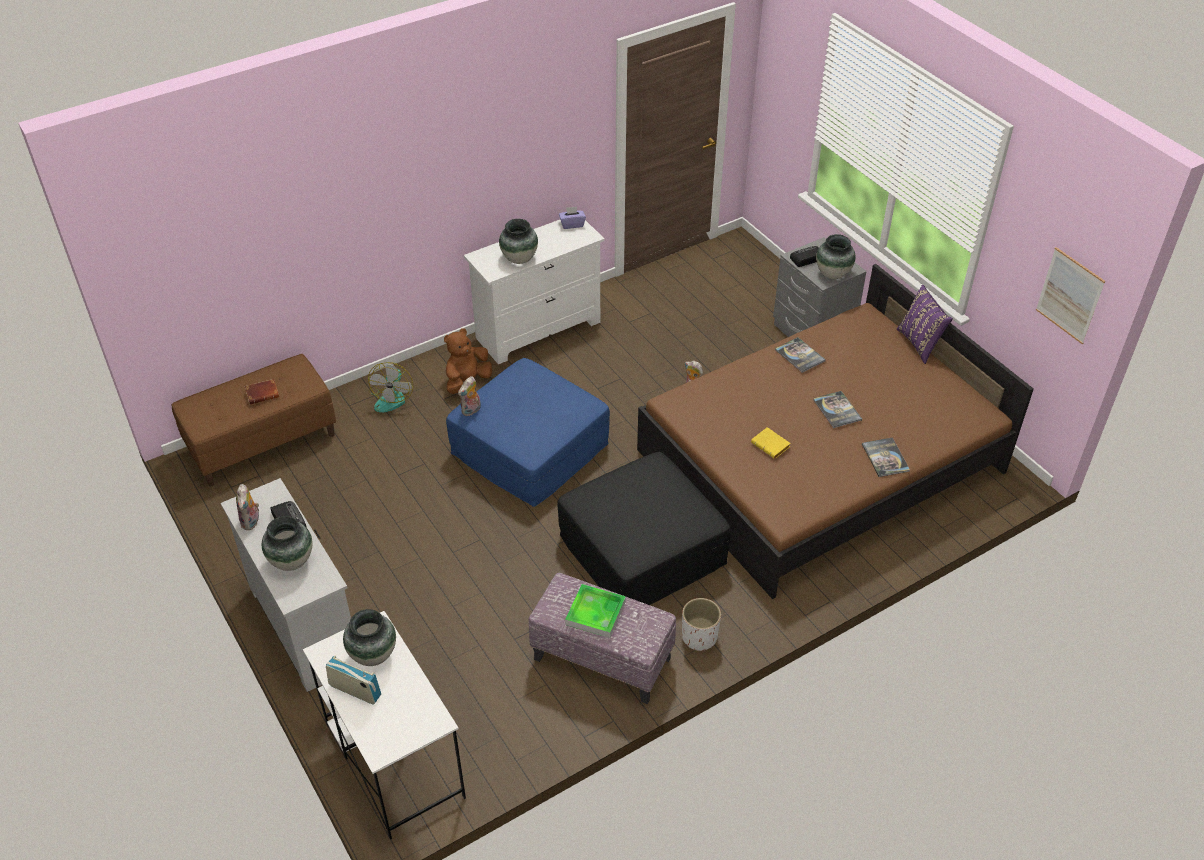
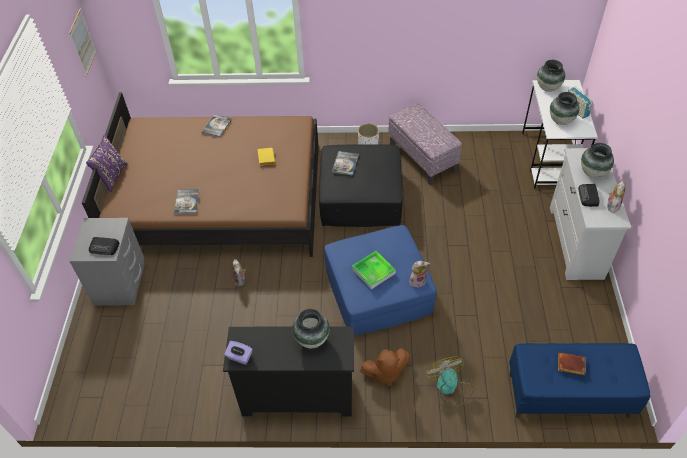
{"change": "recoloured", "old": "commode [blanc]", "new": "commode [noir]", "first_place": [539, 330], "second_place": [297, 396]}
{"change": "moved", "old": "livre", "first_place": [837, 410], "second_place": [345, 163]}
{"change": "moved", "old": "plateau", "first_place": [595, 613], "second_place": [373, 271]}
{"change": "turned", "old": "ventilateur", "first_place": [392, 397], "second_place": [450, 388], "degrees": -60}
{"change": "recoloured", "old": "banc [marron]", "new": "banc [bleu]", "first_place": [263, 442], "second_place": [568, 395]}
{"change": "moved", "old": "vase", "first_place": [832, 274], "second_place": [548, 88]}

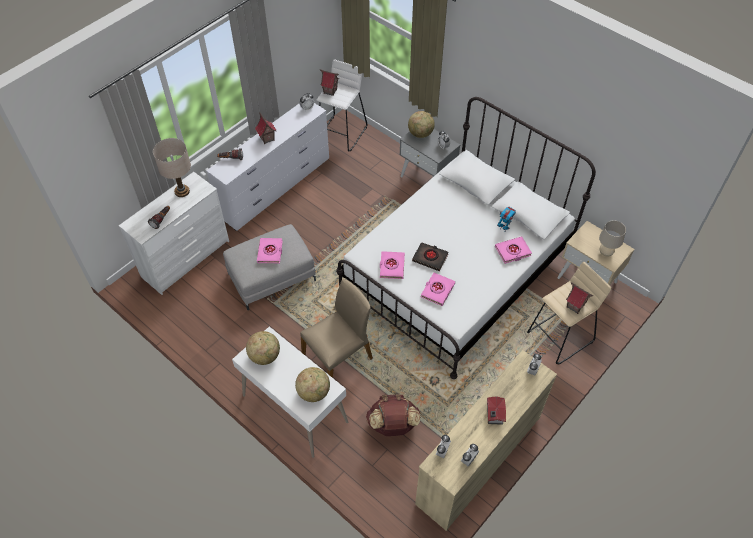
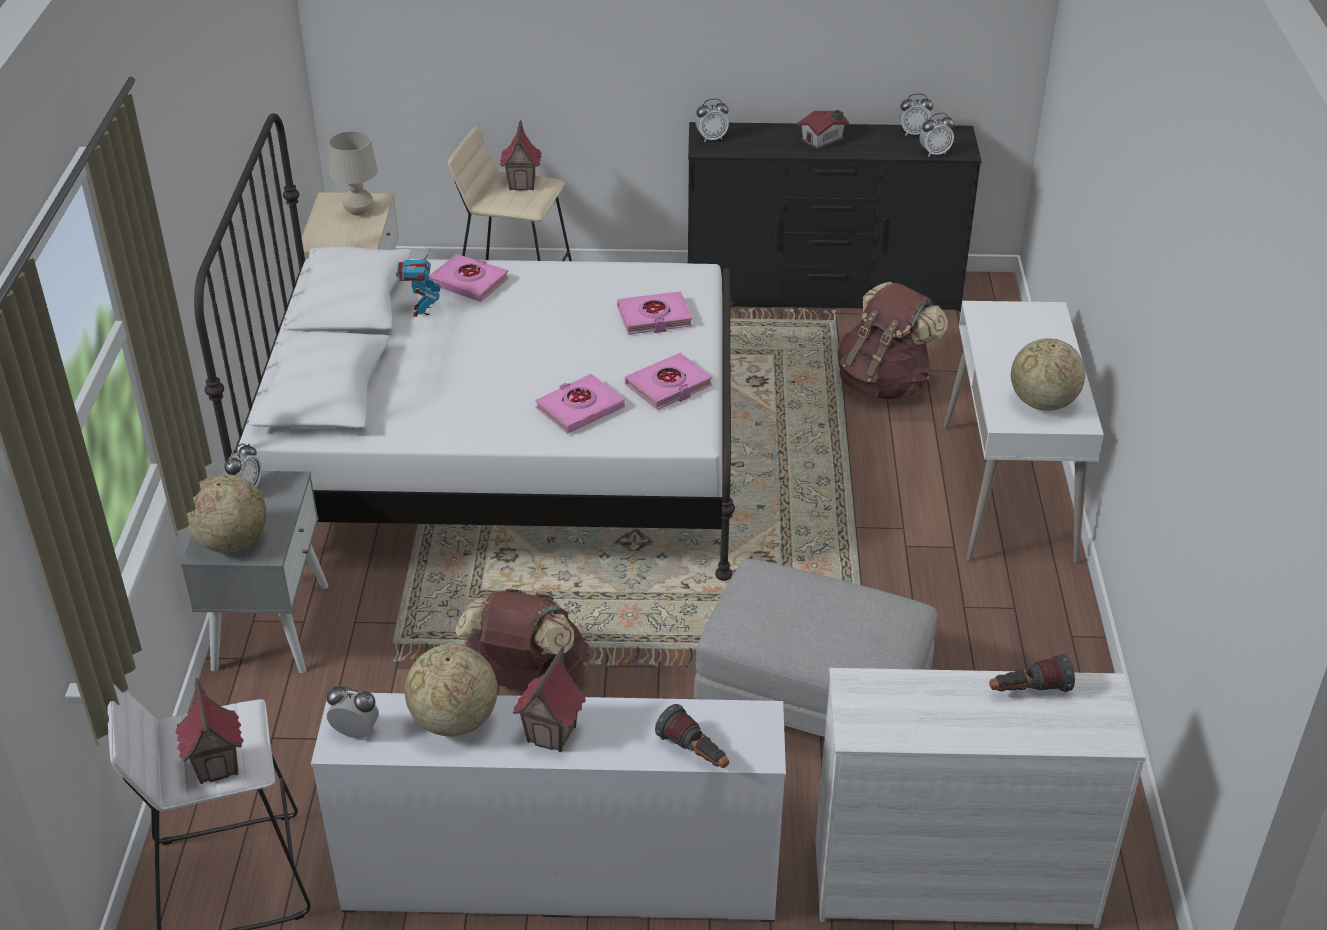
{"change": "moved", "old": "globe", "first_place": [314, 392], "second_place": [454, 721]}
{"change": "added", "new": "sac à dos [marron]", "second_place": [527, 679]}
{"change": "moved", "old": "livre [rose]", "first_place": [270, 252], "second_place": [580, 408]}
{"change": "recoloured", "old": "commode [beige]", "new": "commode [noir]", "first_place": [478, 460], "second_place": [823, 292]}
{"change": "removed", "old": "lampe de table [beige]", "first_place": [182, 191]}
{"change": "removed", "old": "chaise [beige]", "first_place": [338, 357]}
{"change": "removed", "old": "livre [noir]", "first_place": [430, 258]}

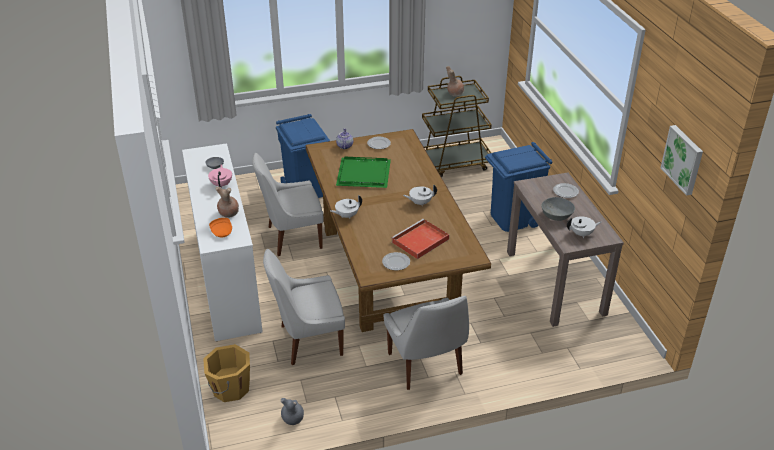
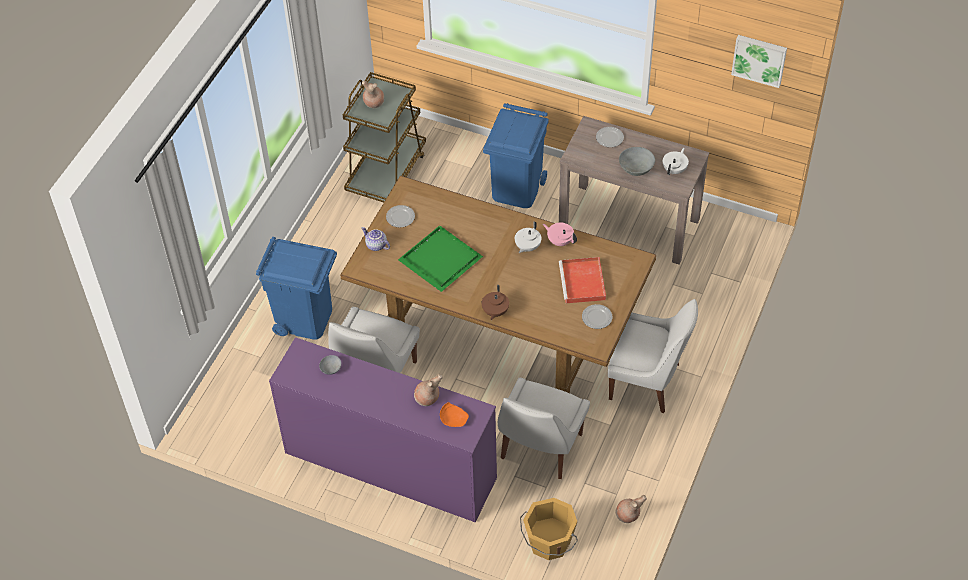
{"change": "recoloured", "old": "commode [blanc]", "new": "commode [violet]", "first_place": [227, 279], "second_place": [389, 465]}
{"change": "recoloured", "old": "théière [blanc]", "new": "théière [marron]", "first_place": [346, 215], "second_place": [495, 312]}
{"change": "moved", "old": "théière [rose]", "first_place": [221, 184], "second_place": [560, 241]}
{"change": "recoloured", "old": "vase [gris]", "new": "vase [marron]", "first_place": [292, 420], "second_place": [628, 516]}

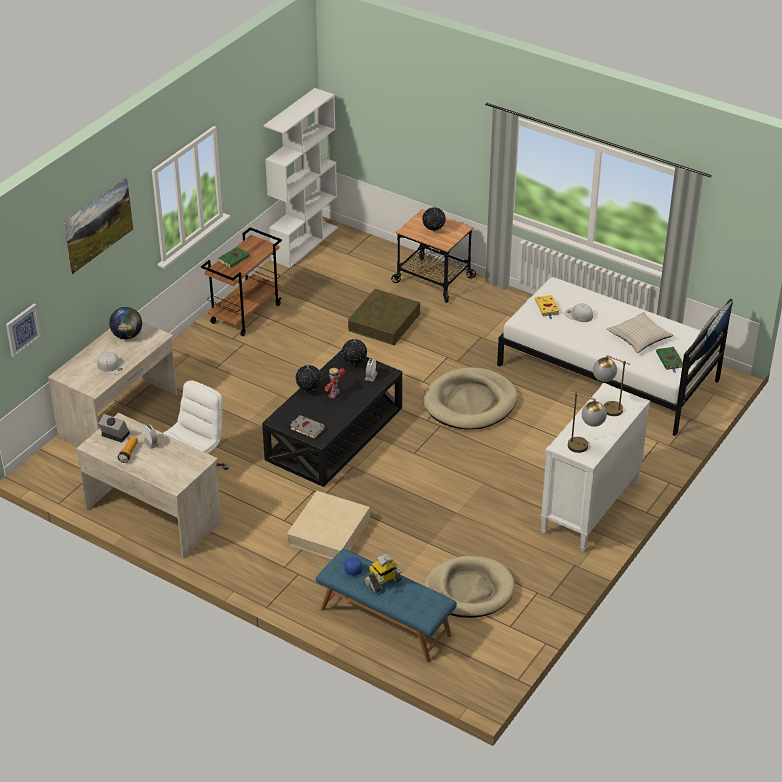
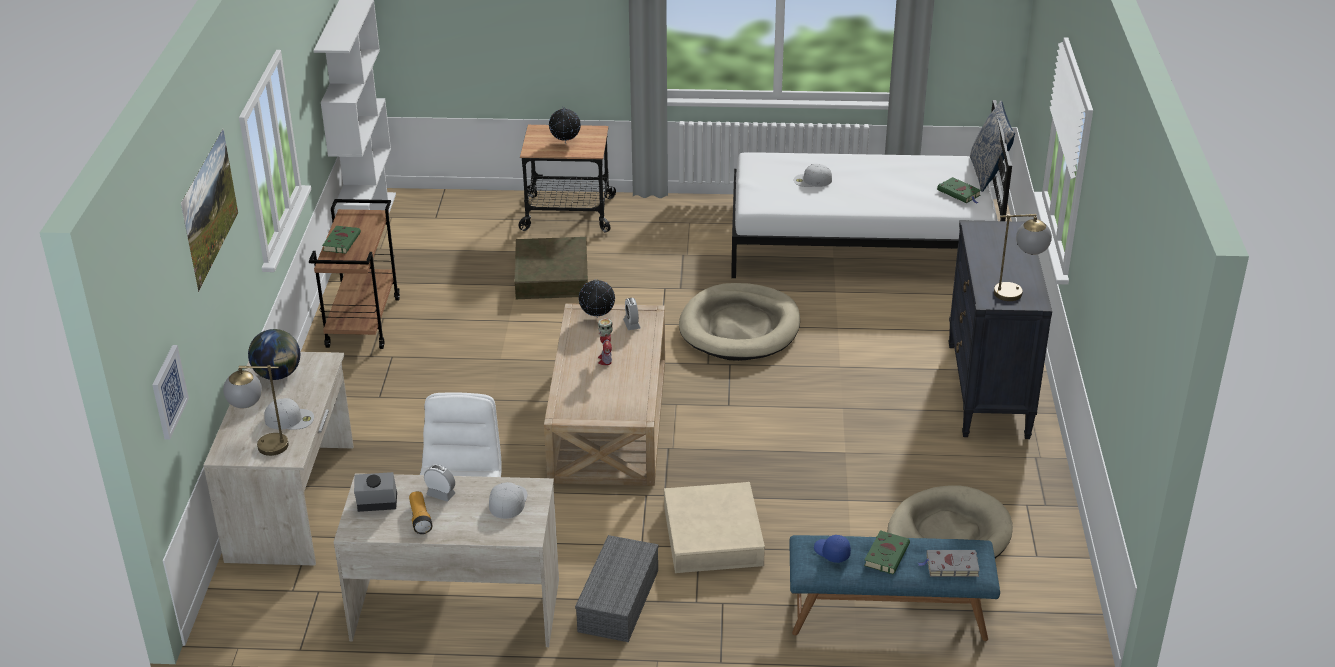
{"change": "moved", "old": "lampe de table", "first_place": [606, 407], "second_place": [261, 446]}
{"change": "added", "new": "casquette [blanc]", "second_place": [507, 501]}
{"change": "recoloured", "old": "table basse [noir]", "new": "table basse [beige]", "first_place": [335, 434], "second_place": [610, 419]}
{"change": "added", "new": "boîte de rangement [gris]", "second_place": [619, 602]}
{"change": "replaced", "old": "robot jouet", "new": "livre [vert]", "first_place": [383, 582], "second_place": [886, 554]}
{"change": "moved", "old": "livre [gris]", "first_place": [306, 428], "second_place": [950, 566]}
{"change": "recoloured", "old": "commode [blanc]", "new": "commode [noir]", "first_place": [590, 509], "second_place": [988, 391]}
{"change": "removed", "old": "globe", "first_place": [308, 390]}
{"change": "removed", "old": "livre [jaune]", "first_place": [547, 308]}
{"change": "removed", "old": "coussin [beige]", "first_place": [639, 338]}

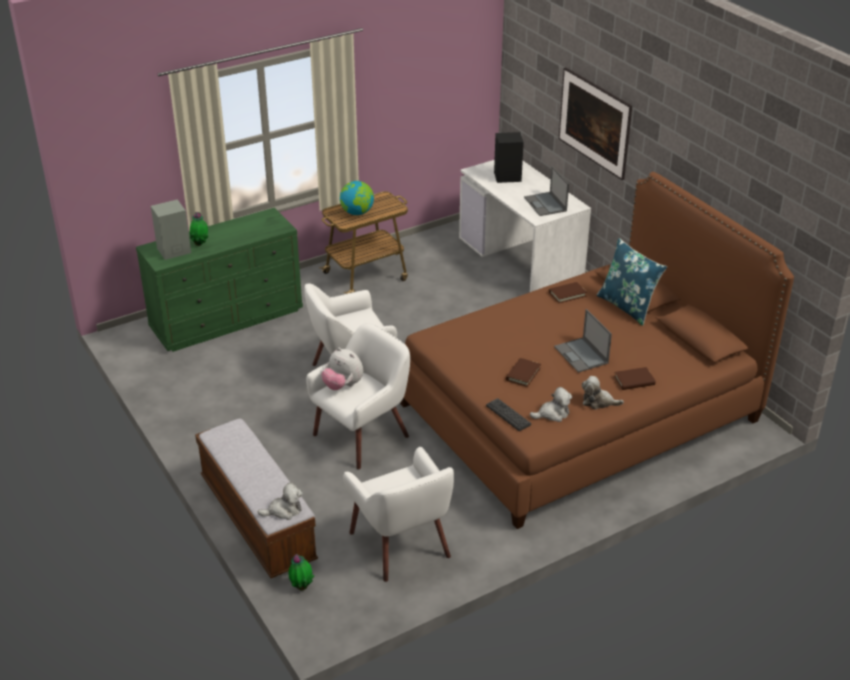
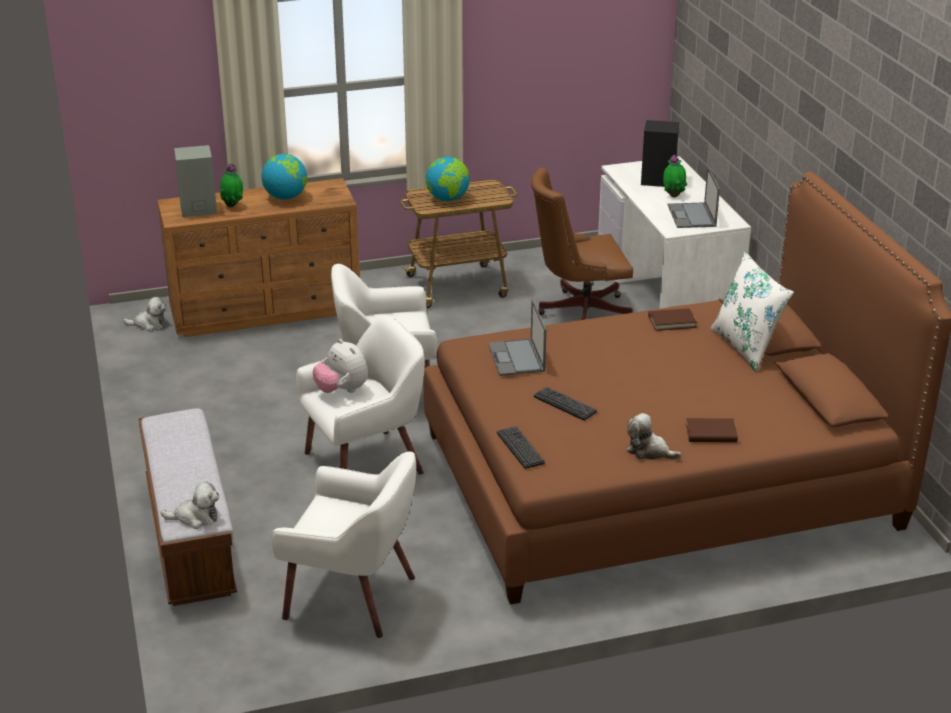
{"change": "moved", "old": "peluche", "first_place": [552, 414], "second_place": [149, 324]}
{"change": "recoloured", "old": "commode [vert]", "new": "commode [marron]", "first_place": [228, 319], "second_place": [267, 310]}
{"change": "added", "new": "globe", "second_place": [285, 197]}
{"change": "turned", "old": "fauteuil [blanc]", "first_place": [401, 545], "second_place": [352, 596], "degrees": -60}
{"change": "moved", "old": "ordinateur portable", "first_place": [581, 355], "second_place": [516, 358]}
{"change": "added", "new": "chaise de bureau [marron]", "second_place": [578, 312]}
{"change": "replaced", "old": "livre [marron]", "new": "clavier", "first_place": [523, 374], "second_place": [565, 404]}
{"change": "moved", "old": "plante en pot", "first_place": [301, 587], "second_place": [673, 195]}
{"change": "recoloured", "old": "coussin [bleu]", "new": "coussin [blanc]", "first_place": [627, 306], "second_place": [746, 346]}
{"change": "removed", "old": "tableau", "first_place": [593, 140]}

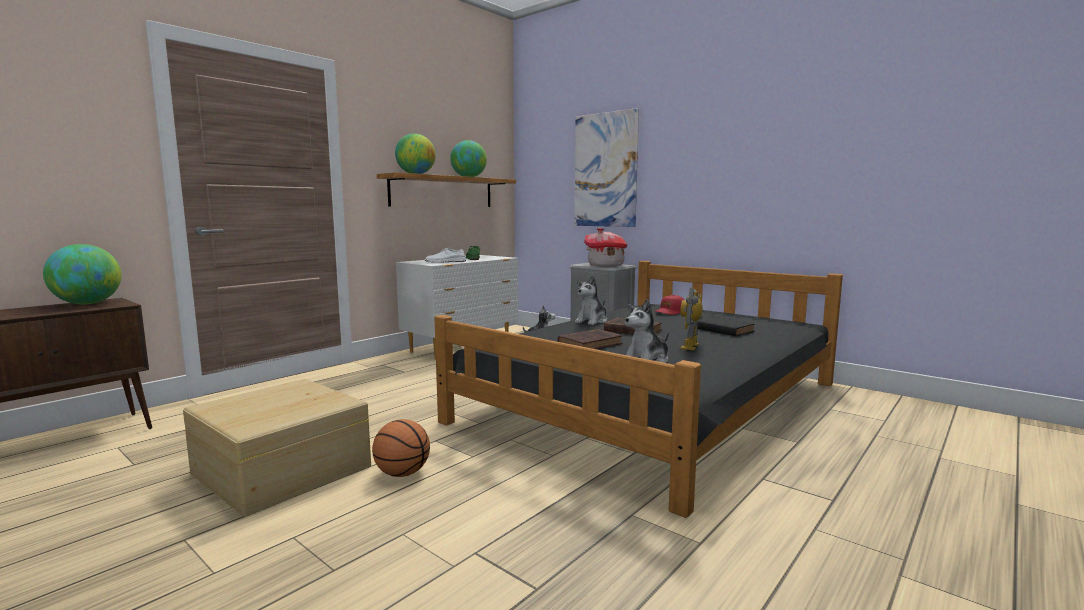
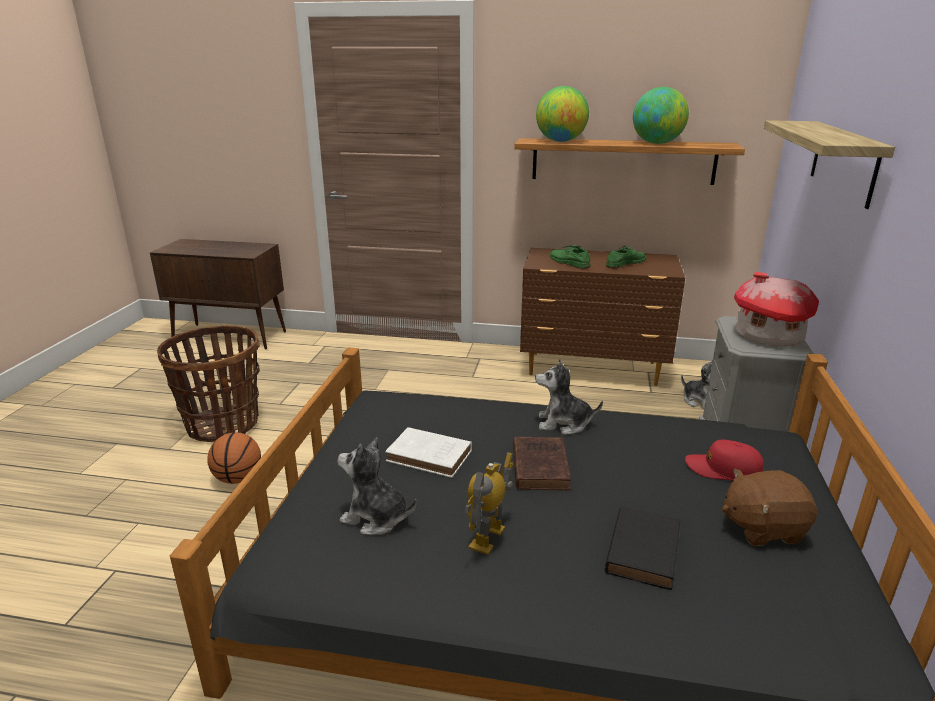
{"change": "replaced", "old": "boîte de rangement [beige]", "new": "panier", "first_place": [280, 469], "second_place": [223, 425]}
{"change": "recoloured", "old": "livre [marron]", "new": "livre [blanc]", "first_place": [591, 344], "second_place": [431, 456]}
{"change": "turned", "old": "robot jouet", "first_place": [690, 346], "second_place": [488, 538], "degrees": -60}
{"change": "recoloured", "old": "commode [blanc]", "new": "commode [marron]", "first_place": [462, 346], "second_place": [593, 369]}
{"change": "recoloured", "old": "chaussure [blanc]", "new": "chaussure [vert]", "first_place": [445, 261], "second_place": [568, 262]}
{"change": "added", "new": "peluche [marron]", "second_place": [762, 527]}
{"change": "replaced", "old": "tableau", "new": "étagère", "first_place": [605, 170], "second_place": [843, 161]}
{"change": "removed", "old": "globe", "first_place": [87, 304]}

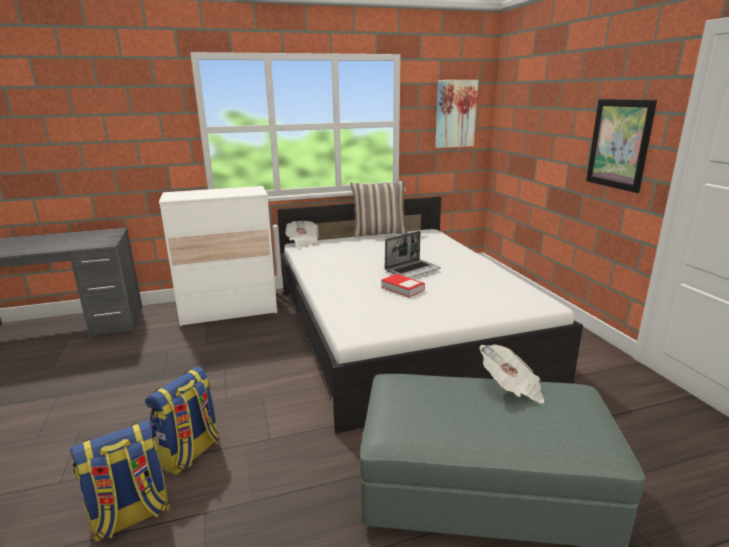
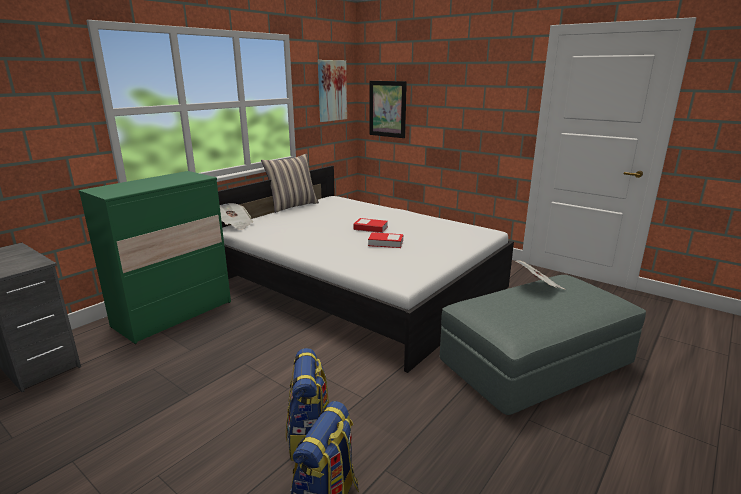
{"change": "recoloured", "old": "commode [blanc]", "new": "commode [vert]", "first_place": [229, 311], "second_place": [173, 314]}
{"change": "replaced", "old": "ordinateur portable", "new": "livre", "first_place": [412, 270], "second_place": [370, 228]}
{"change": "moved", "old": "tableau", "first_place": [619, 144], "second_place": [387, 109]}

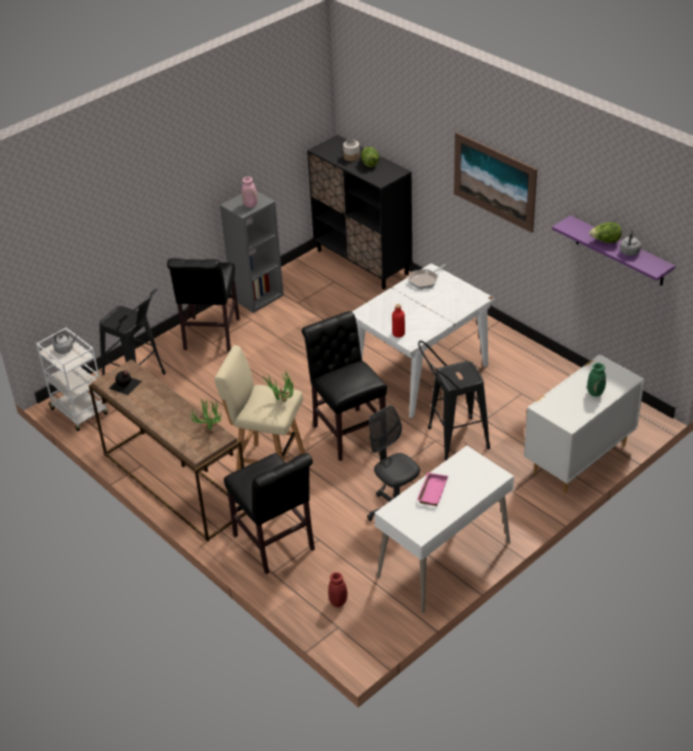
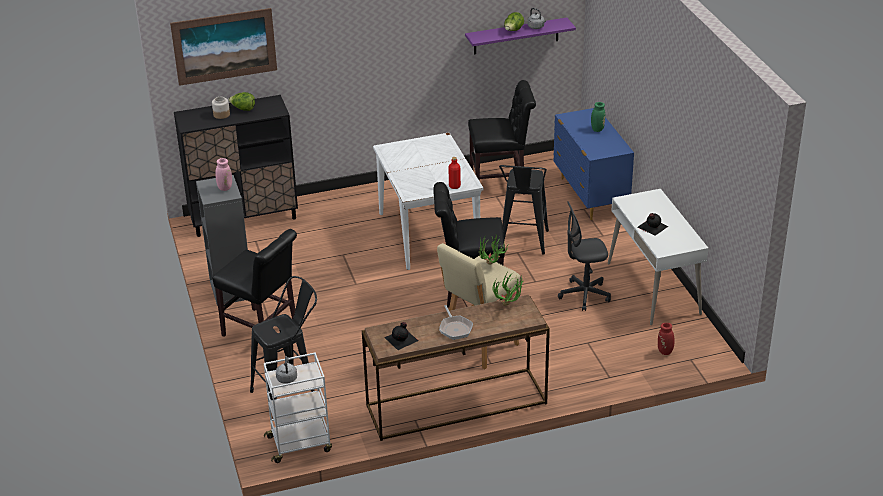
{"change": "moved", "old": "tableau", "first_place": [494, 181], "second_place": [224, 46]}
{"change": "moved", "old": "poêle", "first_place": [425, 280], "second_place": [455, 328]}
{"change": "moved", "old": "chaise [noir]", "first_place": [276, 545], "second_place": [501, 184]}
{"change": "recoloured", "old": "commode [blanc]", "new": "commode [bleu]", "first_place": [578, 459], "second_place": [590, 196]}
{"change": "replaced", "old": "plateau [rose]", "new": "bouteille [noir]", "first_place": [431, 491], "second_place": [652, 226]}

